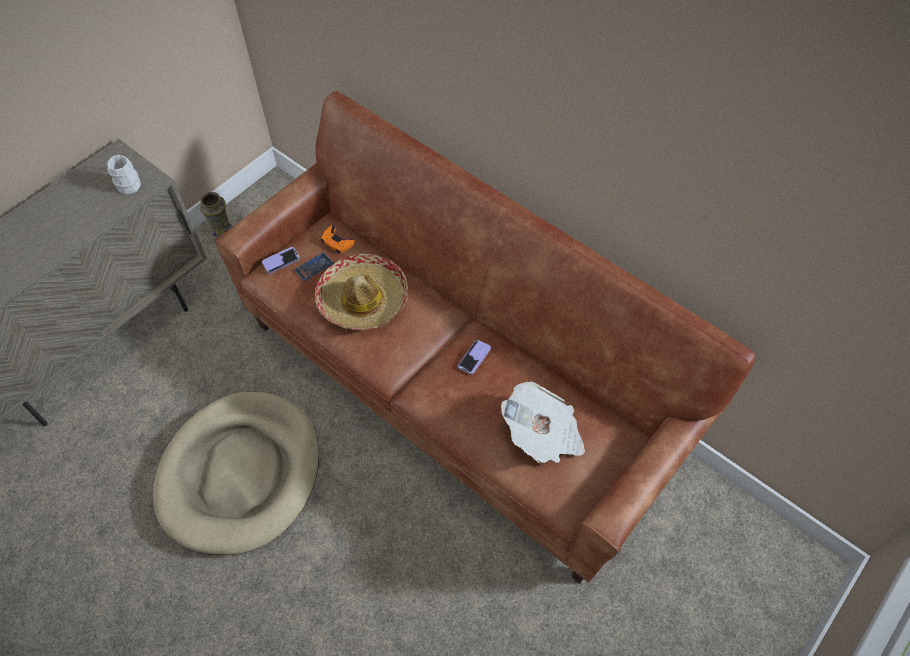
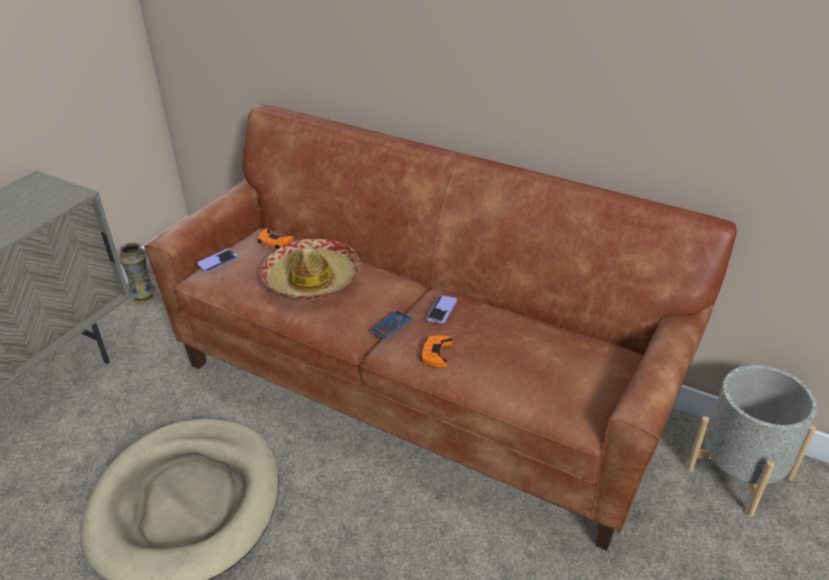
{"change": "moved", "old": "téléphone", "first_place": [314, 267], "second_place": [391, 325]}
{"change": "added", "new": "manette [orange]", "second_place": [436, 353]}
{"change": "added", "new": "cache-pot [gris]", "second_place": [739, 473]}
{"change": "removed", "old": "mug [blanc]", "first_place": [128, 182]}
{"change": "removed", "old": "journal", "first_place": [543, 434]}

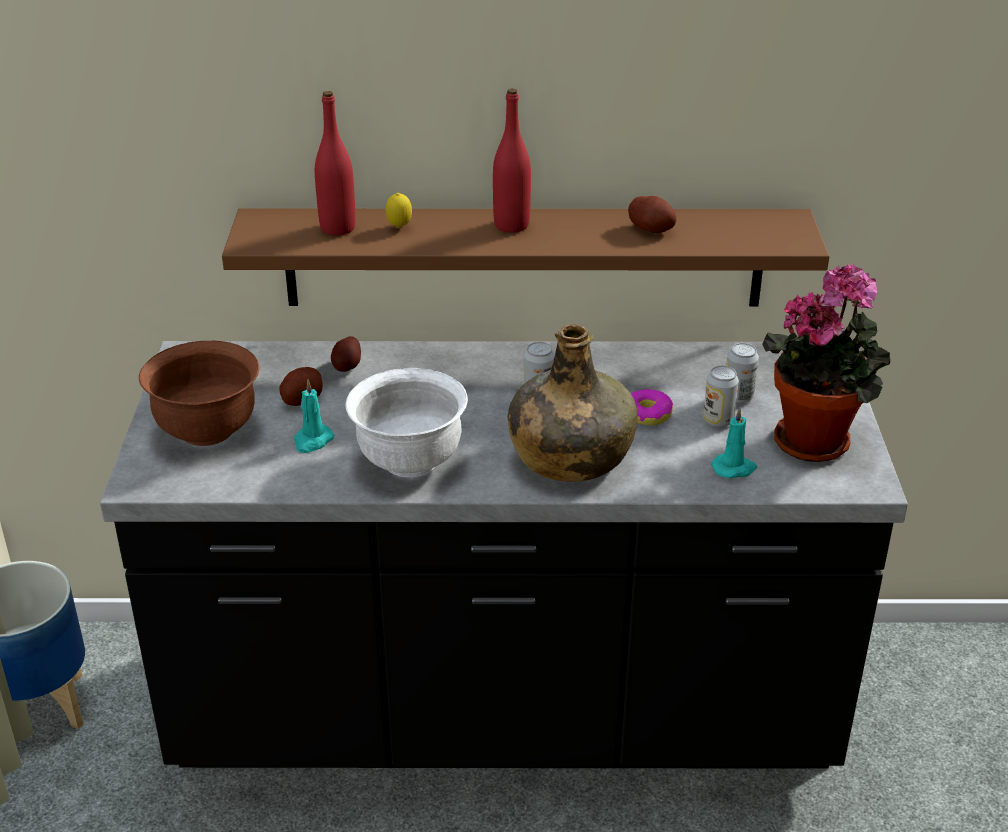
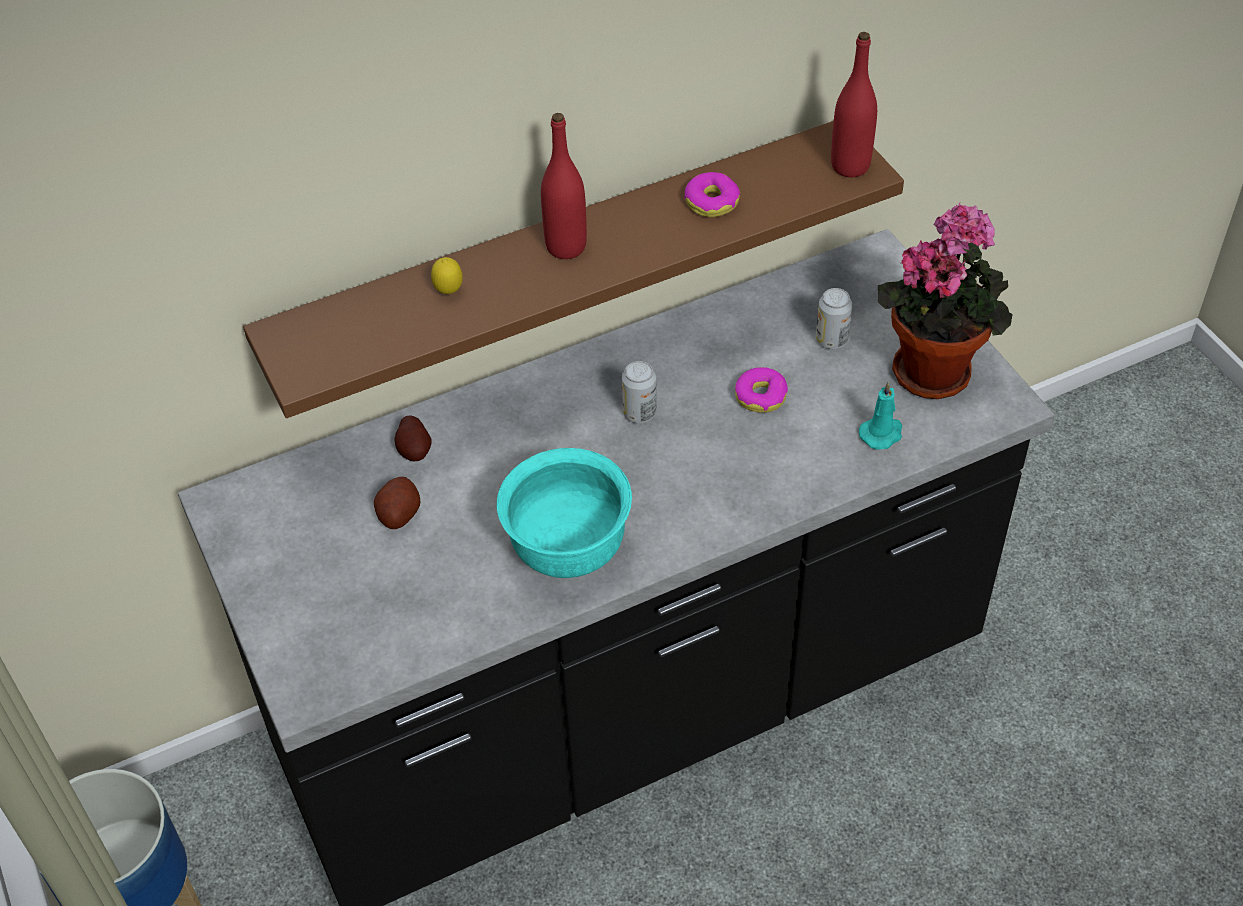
{"change": "recoloured", "old": "bol [blanc]", "new": "bol [turquoise]", "first_place": [409, 460], "second_place": [568, 550]}
{"change": "replaced", "old": "pomme de terre", "new": "beignet", "first_place": [651, 229], "second_place": [711, 202]}
{"change": "moved", "old": "bouteille [rouge]", "first_place": [338, 228], "second_place": [850, 166]}
{"change": "removed", "old": "bol [marron]", "first_place": [208, 431]}
{"change": "removed", "old": "bougie [turquoise]", "first_place": [312, 441]}
{"change": "removed", "old": "bouteille [vert]", "first_place": [570, 457]}
{"change": "removed", "old": "boîte métallique", "first_place": [718, 420]}

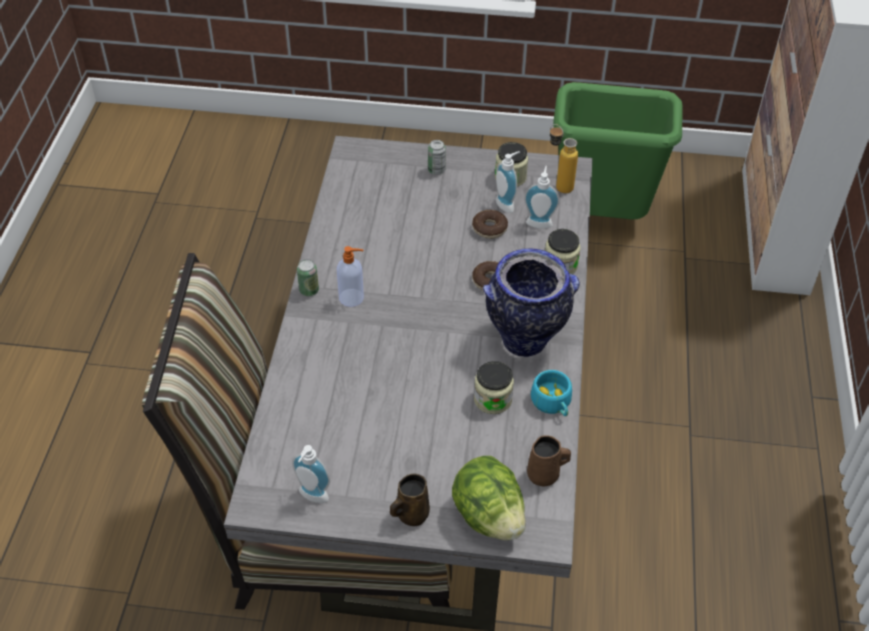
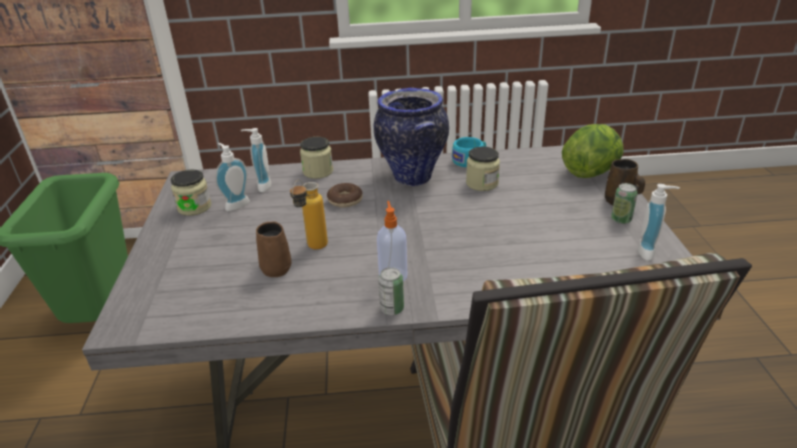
{"change": "moved", "old": "mug [marron]", "first_place": [545, 475], "second_place": [276, 268]}
{"change": "moved", "old": "bouteille", "first_place": [558, 185], "second_place": [313, 249]}
{"change": "moved", "old": "boîte métallique", "first_place": [436, 170], "second_place": [621, 219]}
{"change": "removed", "old": "beignet", "first_place": [489, 228]}

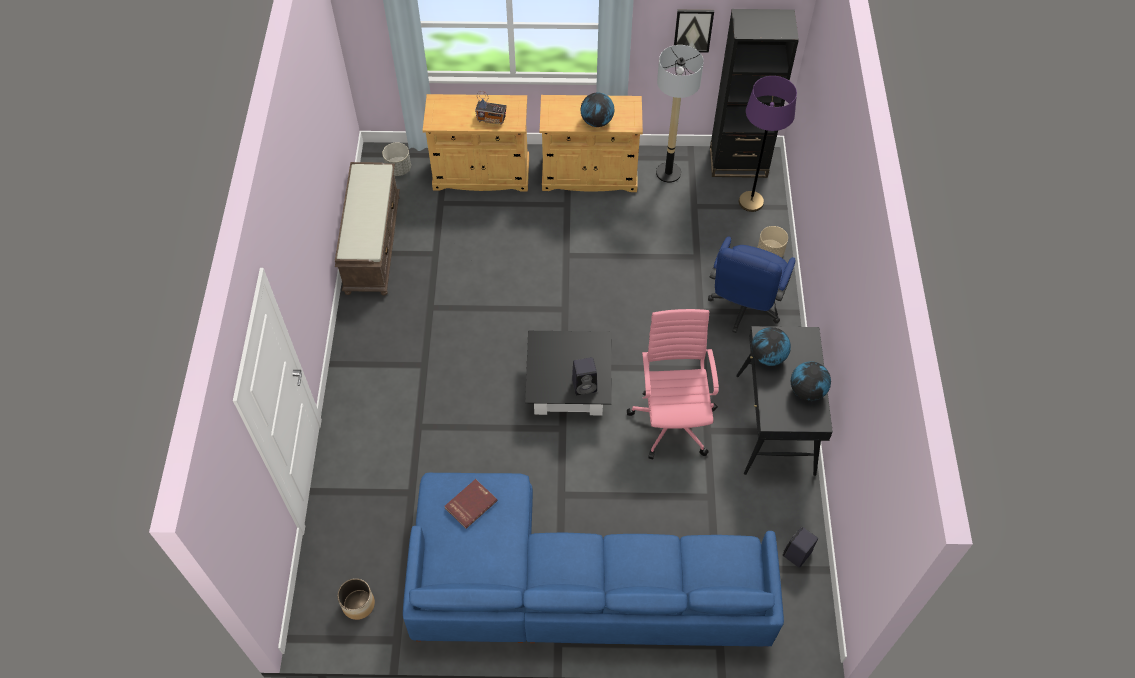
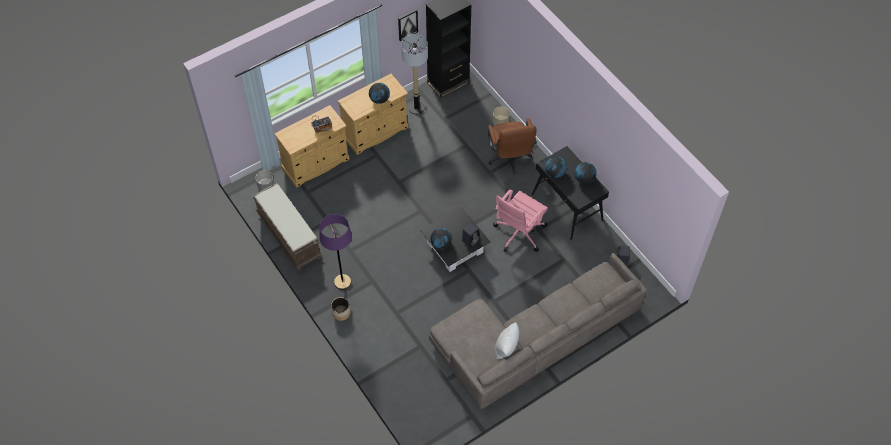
{"change": "moved", "old": "lampadaire [violet]", "first_place": [751, 202], "second_place": [342, 282]}
{"change": "moved", "old": "cache-pot", "first_place": [358, 604], "second_place": [341, 313]}
{"change": "recoloured", "old": "canapé [bleu]", "new": "canapé [gris]", "first_place": [571, 586], "second_place": [532, 340]}
{"change": "added", "new": "globe", "second_place": [441, 244]}
{"change": "recoloured", "old": "chaise de bureau [bleu]", "new": "chaise de bureau [marron]", "first_place": [743, 308], "second_place": [509, 159]}
{"change": "turned", "old": "chaise de bureau [rose]", "first_place": [673, 419], "second_place": [518, 234], "degrees": -105}
{"change": "added", "new": "coussin [blanc]", "second_place": [507, 350]}
{"change": "removed", "old": "livre [rouge]", "first_place": [470, 504]}

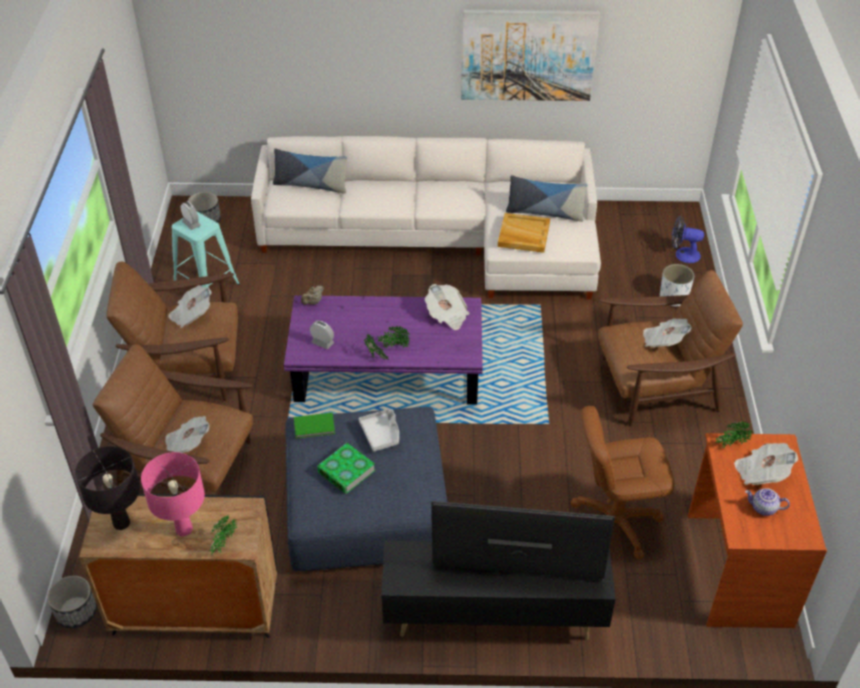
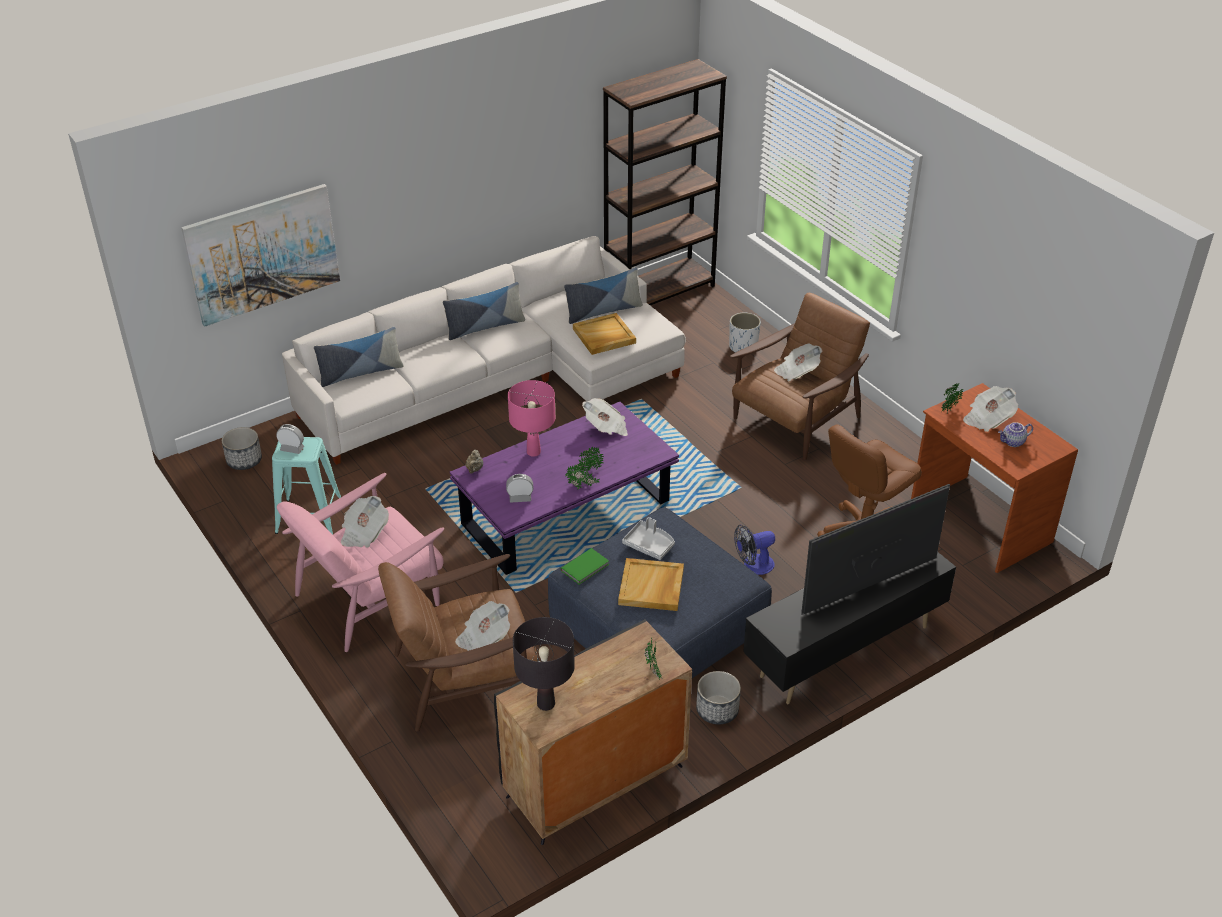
{"change": "moved", "old": "tableau", "first_place": [528, 55], "second_place": [263, 254]}
{"change": "recoloured", "old": "fauteuil [marron]", "new": "fauteuil [rose]", "first_place": [187, 368], "second_place": [370, 596]}
{"change": "added", "new": "coussin", "second_place": [485, 327]}
{"change": "moved", "old": "lampe de table [rose]", "first_place": [184, 529], "second_place": [533, 452]}
{"change": "added", "new": "bibliothèque [marron]", "second_place": [660, 292]}
{"change": "replaced", "old": "livre", "new": "plateau [beige]", "first_place": [346, 471], "second_place": [651, 587]}
{"change": "moved", "old": "cache-pot", "first_place": [76, 612], "second_place": [717, 710]}
{"change": "moved", "old": "ventilateur", "first_place": [682, 254], "second_place": [753, 566]}

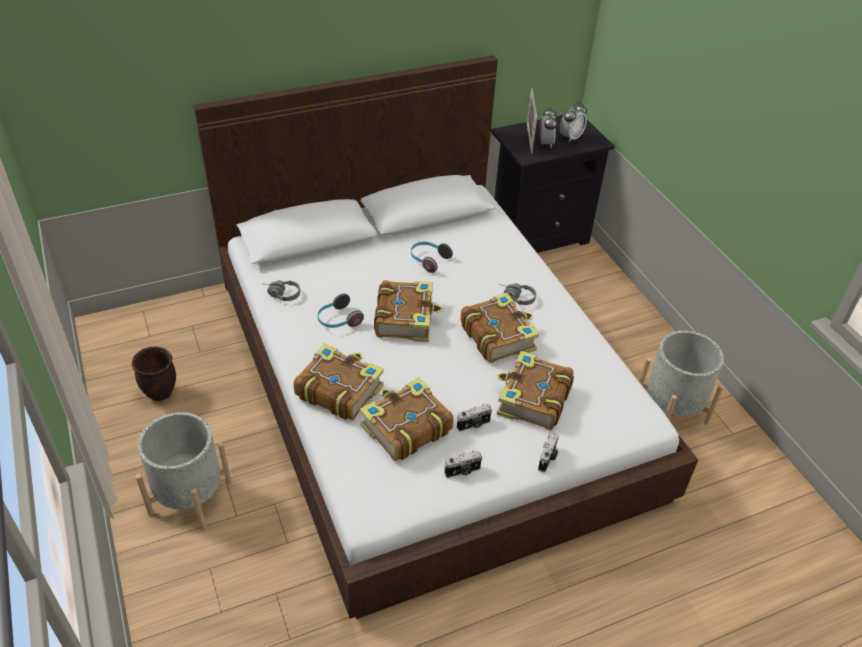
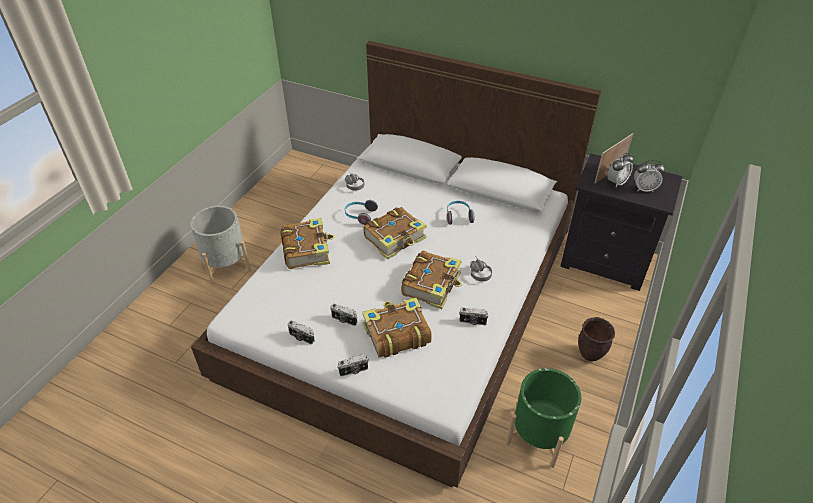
{"change": "added", "new": "appareil photo", "second_place": [472, 322]}
{"change": "recoloured", "old": "cache-pot [gris]", "new": "cache-pot [vert]", "first_place": [671, 409], "second_place": [539, 435]}
{"change": "moved", "old": "cache-pot [marron]", "first_place": [160, 393], "second_place": [589, 354]}
{"change": "removed", "old": "livre", "first_place": [405, 428]}

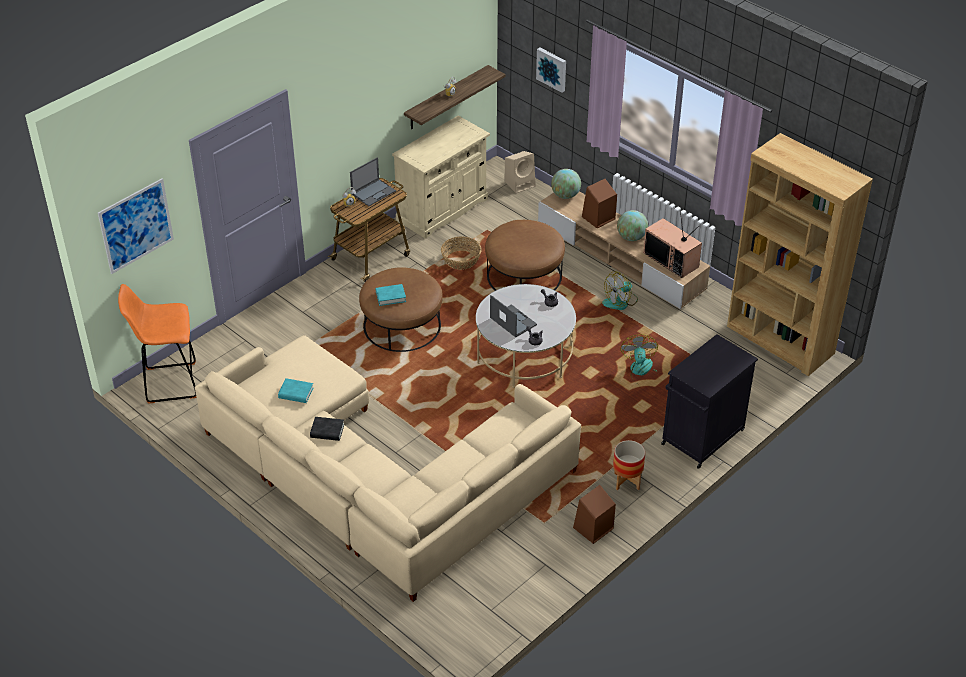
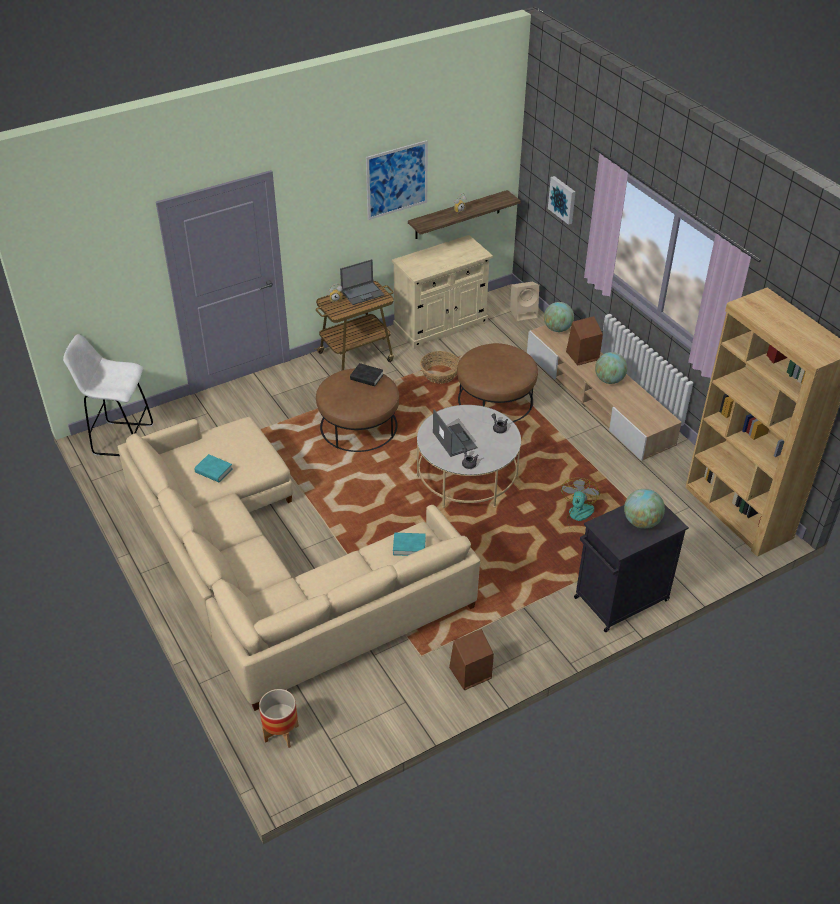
{"change": "recoloured", "old": "tabouret [orange]", "new": "tabouret [blanc]", "first_place": [169, 383], "second_place": [121, 439]}
{"change": "moved", "old": "cache-pot", "first_place": [626, 481], "second_place": [281, 733]}
{"change": "moved", "old": "livre [noir]", "first_place": [327, 431], "second_place": [366, 377]}
{"change": "moved", "old": "tableau", "first_place": [136, 225], "second_place": [397, 180]}
{"change": "moved", "old": "livre [turquoise]", "first_place": [390, 297], "second_place": [409, 546]}
{"change": "added", "new": "globe", "second_place": [641, 522]}
{"change": "removed", "old": "ventilateur", "first_place": [620, 302]}
{"change": "removed", "old": "téléviseur", "first_place": [672, 260]}

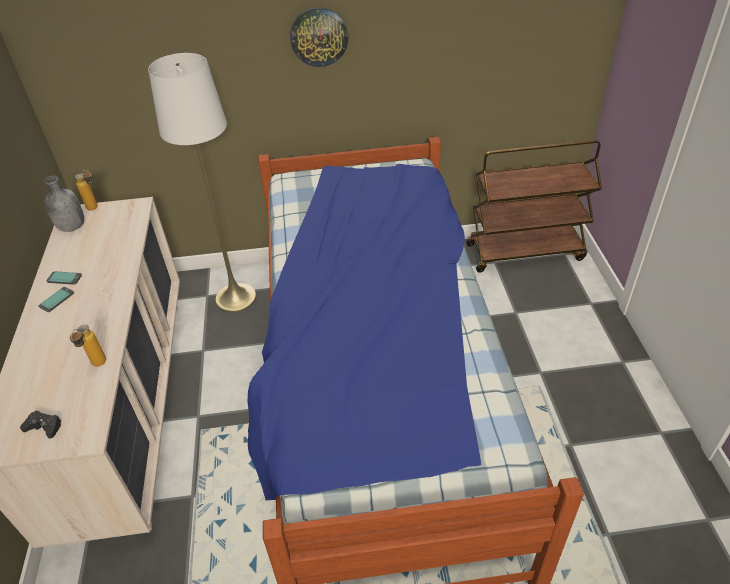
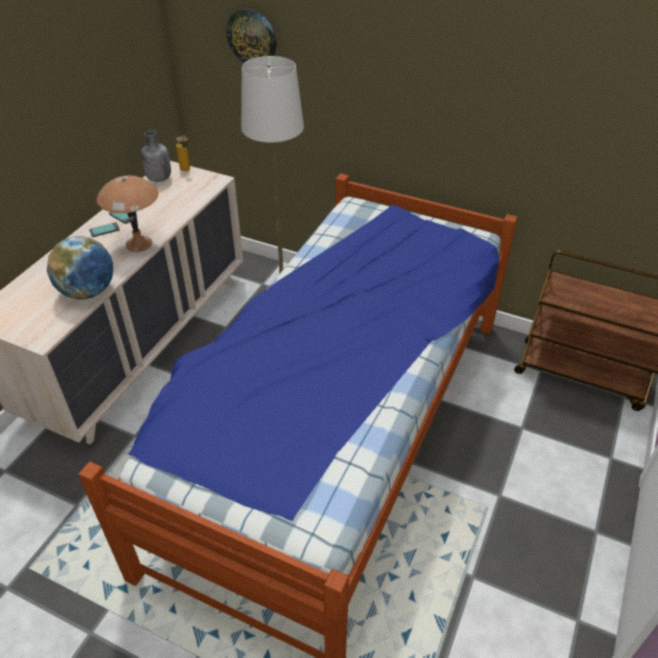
{"change": "replaced", "old": "bouteille", "new": "globe", "first_place": [96, 366], "second_place": [88, 291]}
{"change": "added", "new": "lampe de table [marron]", "second_place": [139, 243]}
{"change": "moved", "old": "horloge murale", "first_place": [319, 37], "second_place": [252, 37]}
{"change": "removed", "old": "manette [noir]", "first_place": [44, 427]}

